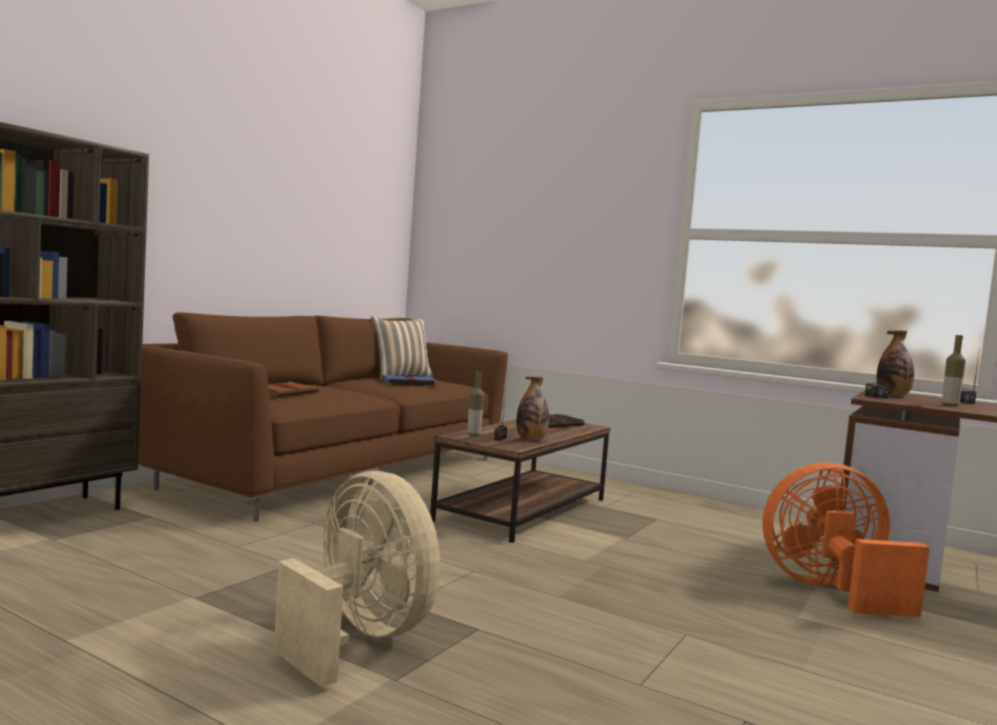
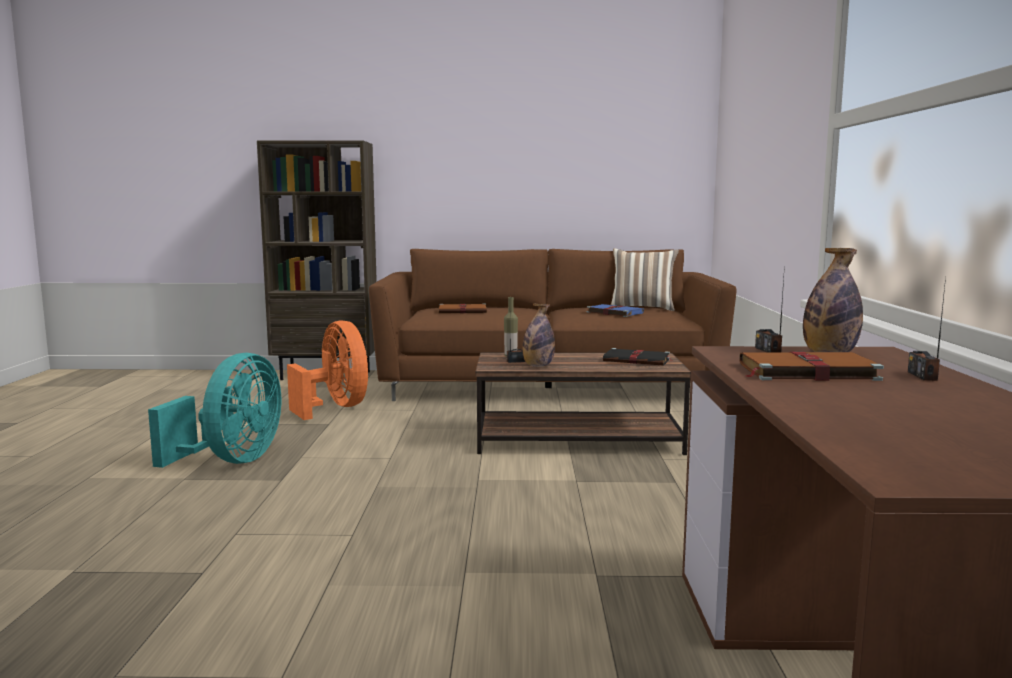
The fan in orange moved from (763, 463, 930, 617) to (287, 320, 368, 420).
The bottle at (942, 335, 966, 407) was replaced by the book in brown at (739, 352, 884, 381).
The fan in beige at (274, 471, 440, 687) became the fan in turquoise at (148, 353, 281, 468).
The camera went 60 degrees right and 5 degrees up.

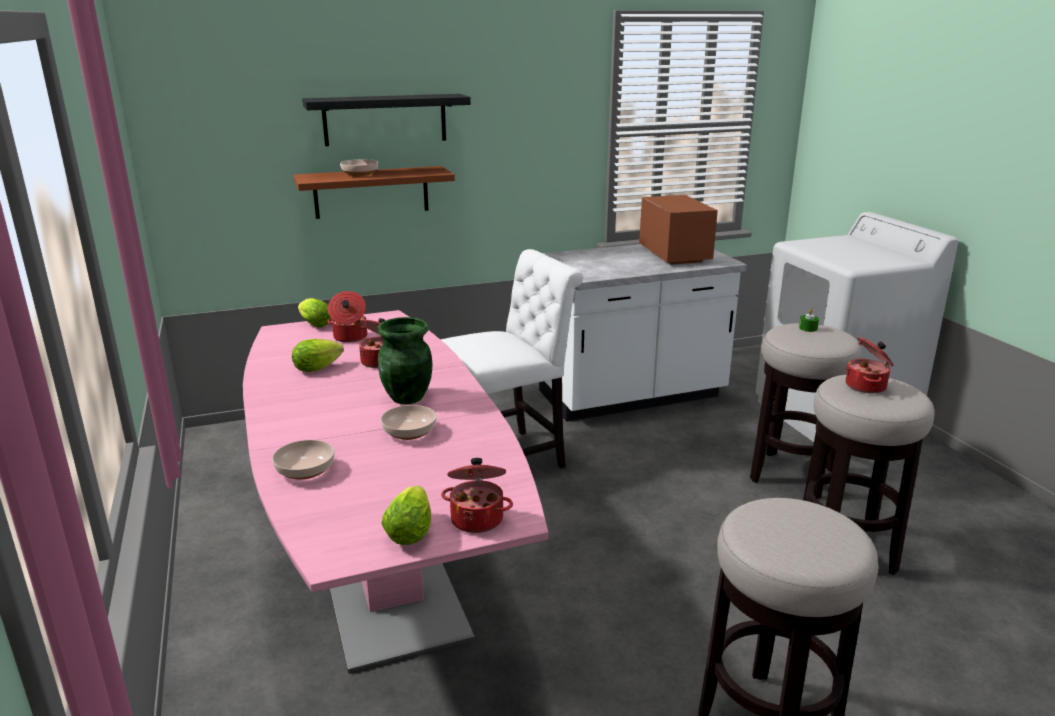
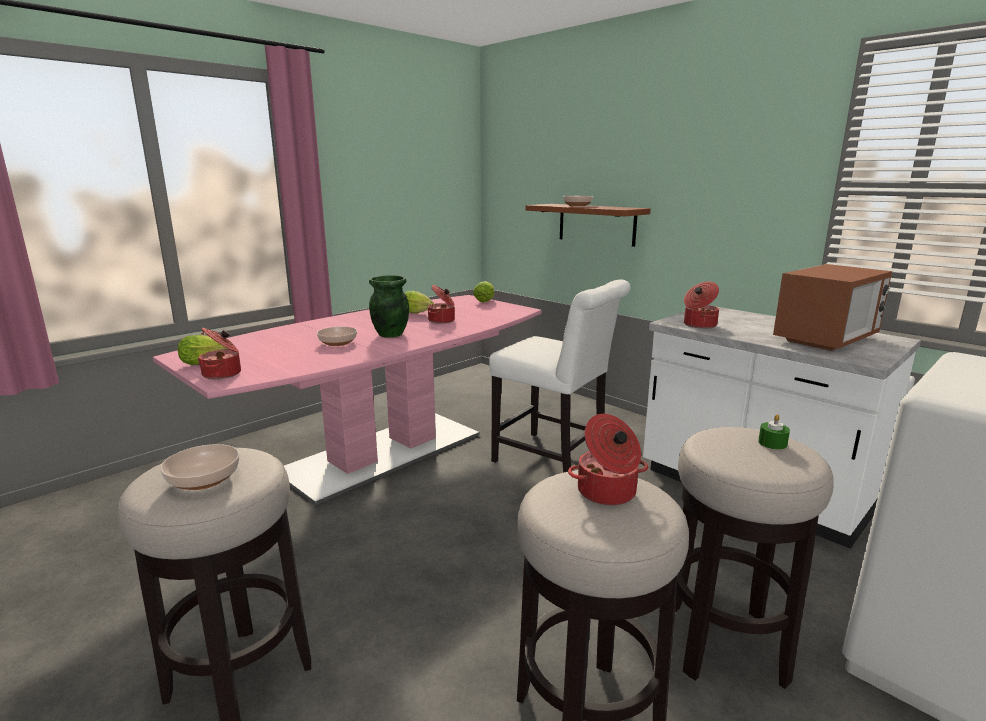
The shelf in black at (302, 94, 471, 146) disappeared.
The bowl moved from (272, 440, 334, 480) to (160, 444, 239, 490).
The cooking pot moved from (327, 291, 367, 343) to (684, 281, 719, 329).
The camera went 65 degrees right and 5 degrees down.

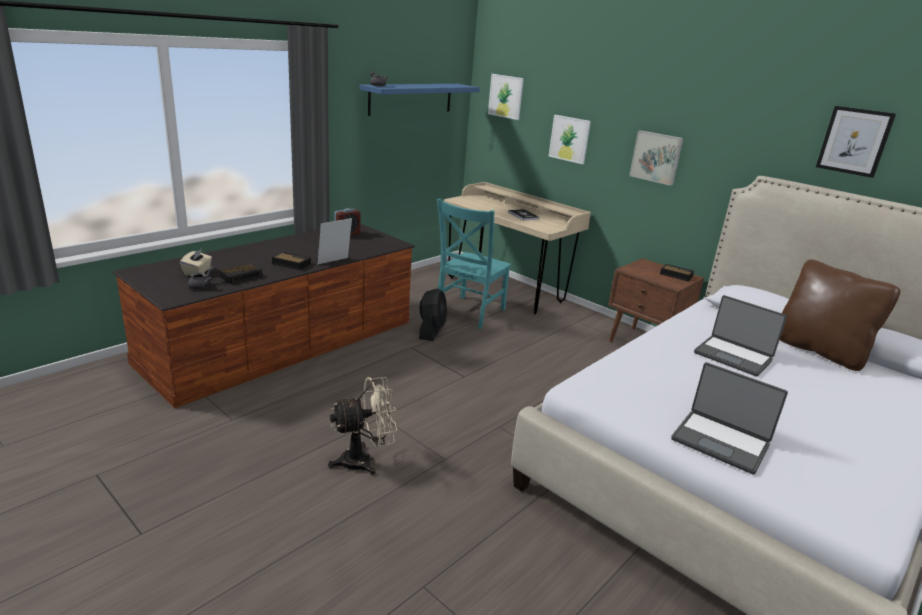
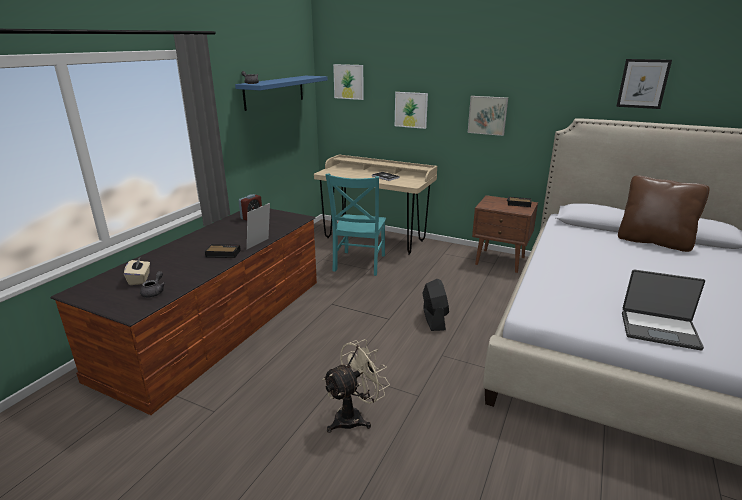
The alarm clock at (219, 264, 262, 284) disappeared.
The laptop at (694, 295, 787, 377) disappeared.
The fan in black moved from (419, 288, 447, 341) to (422, 279, 449, 331).
The camera went 15 degrees left and 0 degrees up.

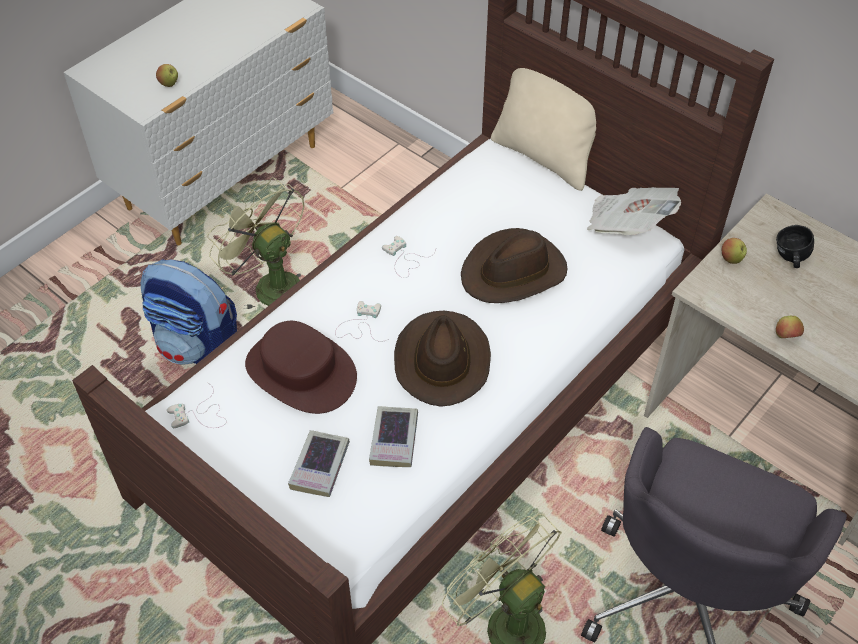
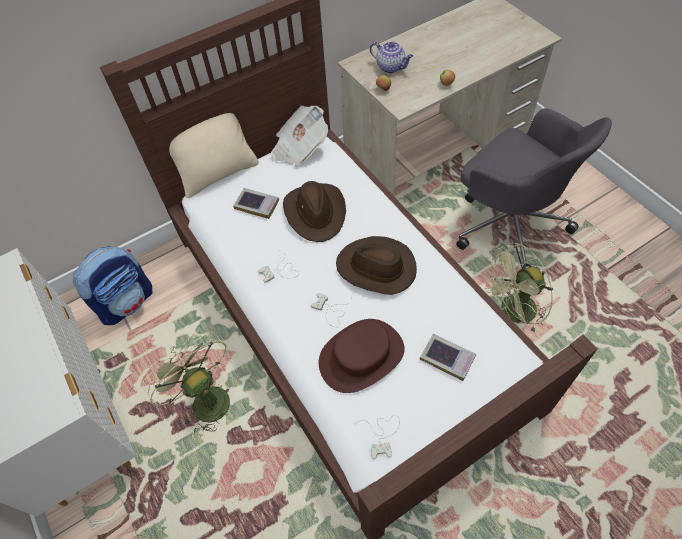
The apple at (156, 64, 178, 87) disappeared.
The backpack moved from (141, 259, 237, 365) to (73, 246, 152, 325).
The book moved from (369, 406, 418, 467) to (233, 188, 279, 219).
The mug in black at (776, 225, 814, 268) was replaced by the teapot at (370, 42, 413, 73).
The fan in green at (207, 177, 304, 313) turned 75 degrees clockwise.
The camera went 70 degrees left and 5 degrees up.

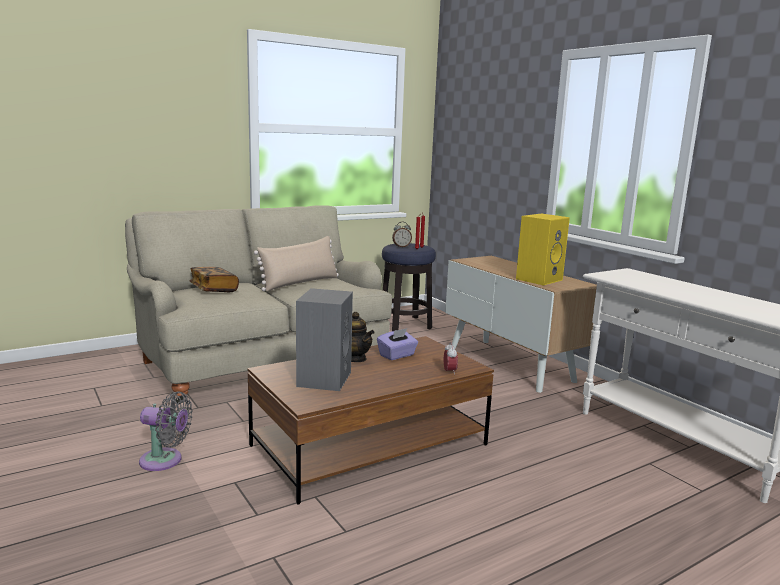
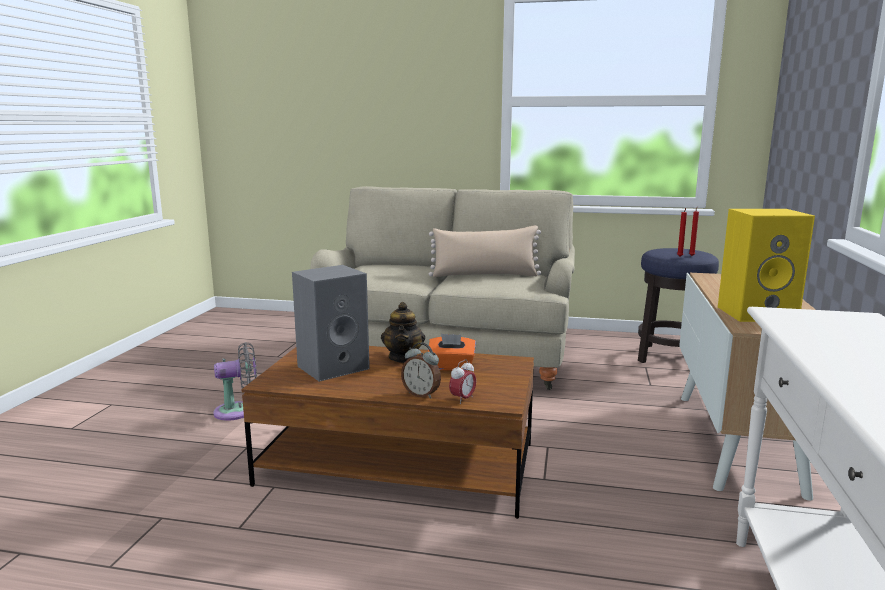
The book at (190, 267, 239, 292) disappeared.
The alarm clock moved from (392, 222, 412, 247) to (401, 343, 441, 399).
The tissue box in purple at (377, 328, 418, 360) became the tissue box in orange at (428, 334, 476, 371).
The fan in grey at (139, 392, 193, 471) turned 75 degrees counterclockwise.
The camera went 45 degrees right and 0 degrees up.

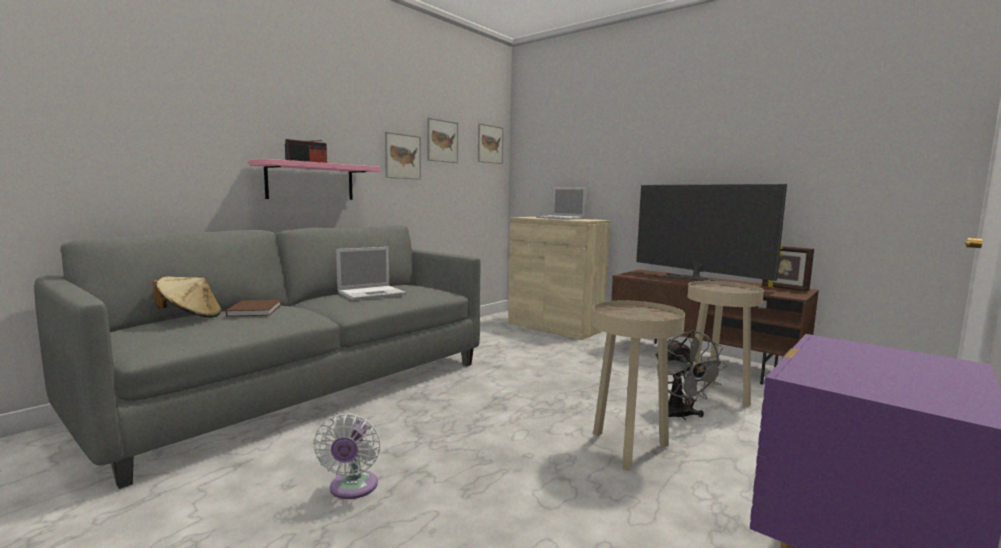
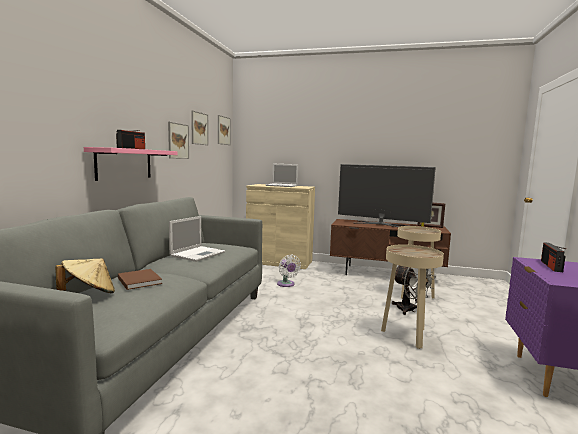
The radio at (541, 242, 566, 272) appeared.
The fan in white moved from (313, 413, 381, 499) to (277, 255, 301, 287).
The camera went 25 degrees left and 0 degrees up.

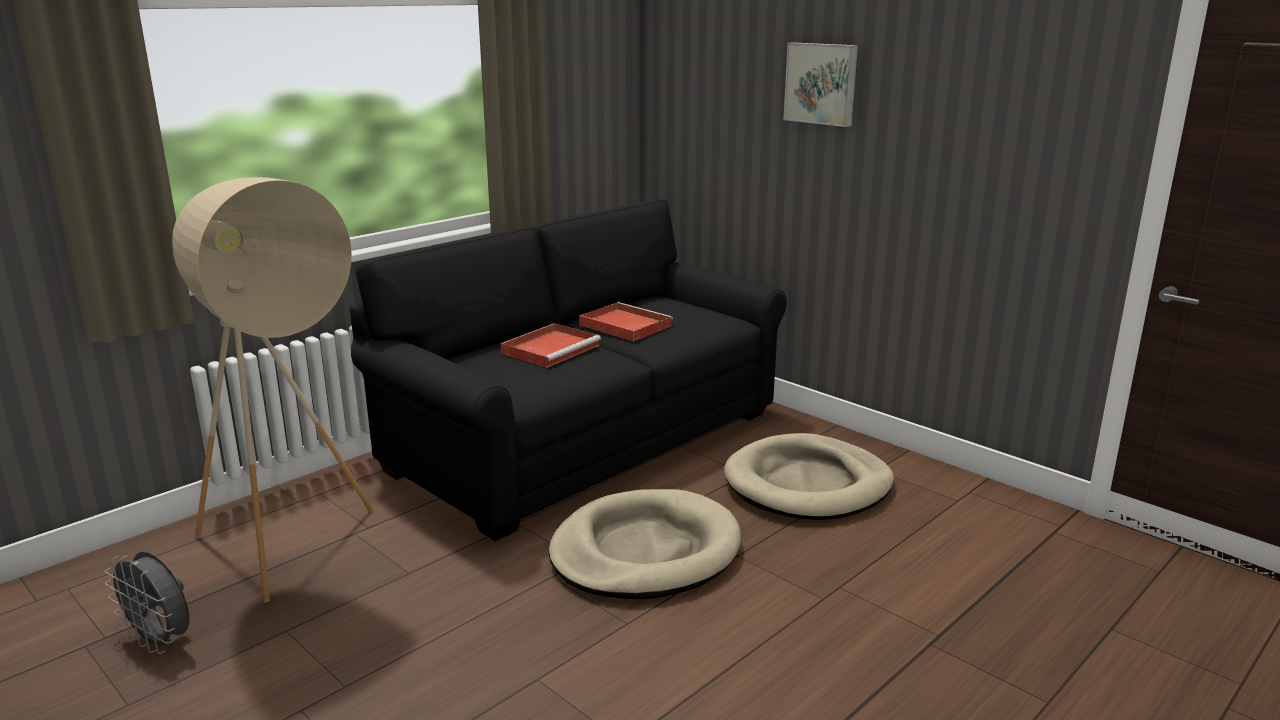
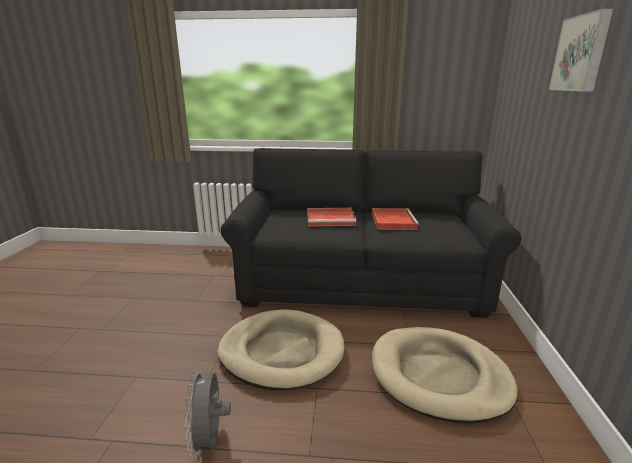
The floor lamp in beige at (172, 177, 373, 603) disappeared.
The fan in grey moved from (105, 552, 189, 654) to (185, 370, 231, 457).
The camera went 50 degrees right and 0 degrees up.

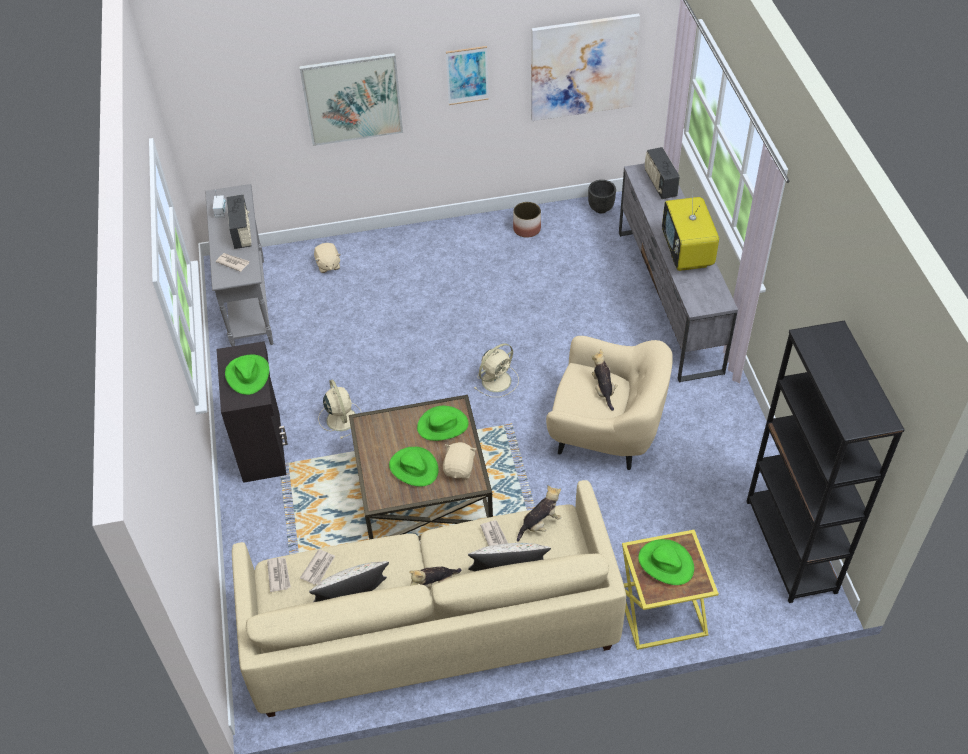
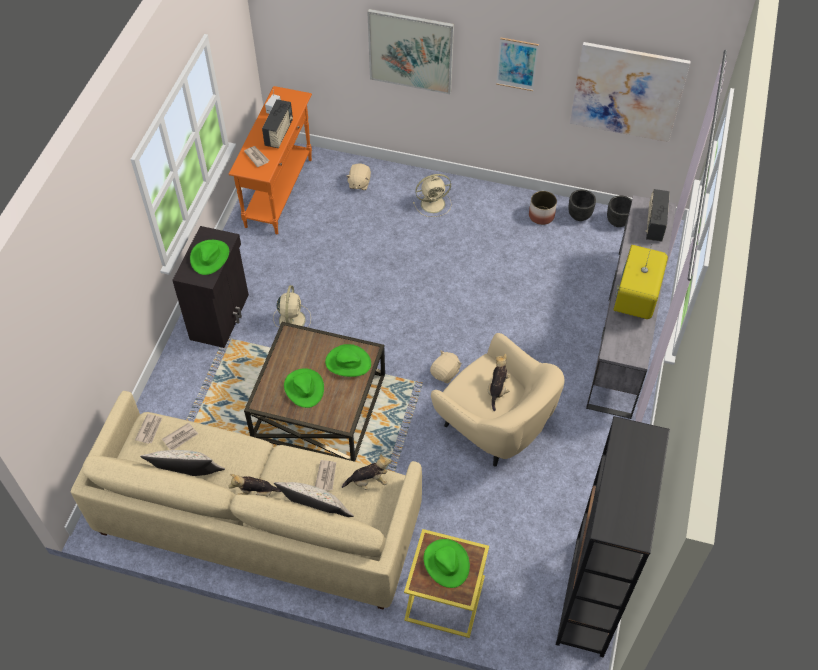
The planter in black at (568, 189, 596, 221) appeared.
The plush toy in beige moved from (443, 442, 476, 479) to (430, 350, 462, 383).
The fan in beige moved from (474, 343, 519, 397) to (413, 174, 452, 217).
The console table in grey at (205, 184, 274, 346) became the console table in orange at (228, 86, 312, 235).
The camera went 25 degrees right and 5 degrees up.

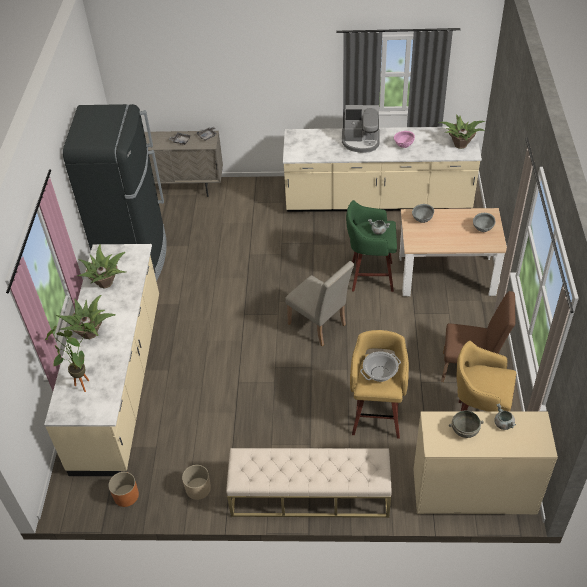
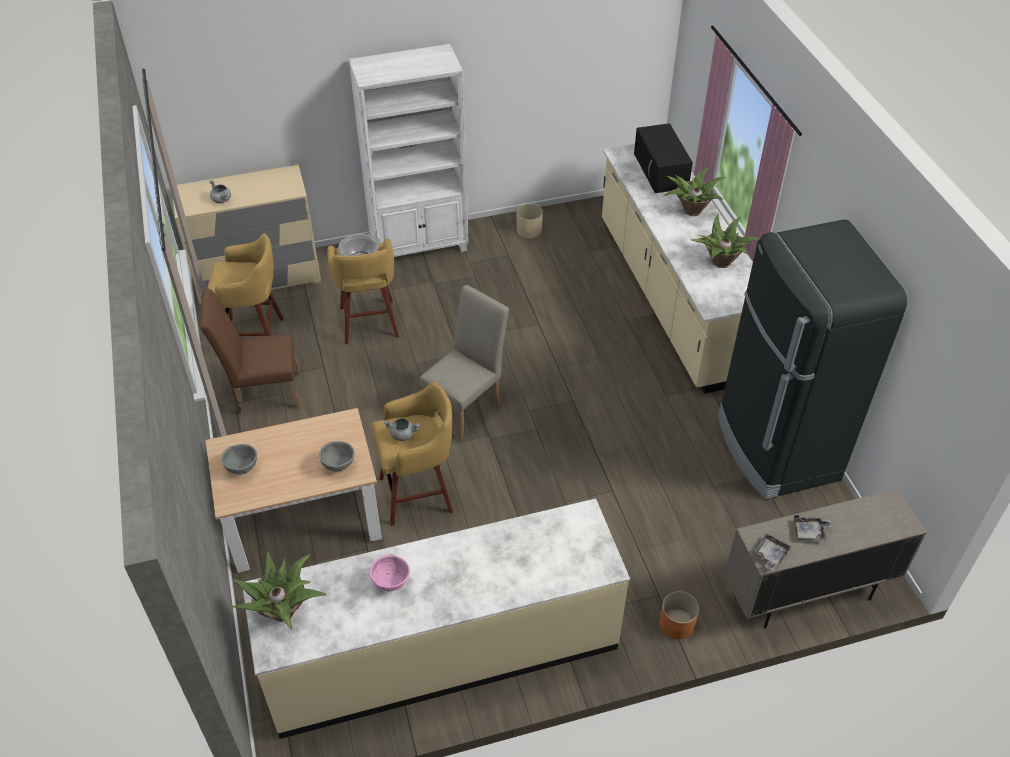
The coffee machine at (342, 105, 380, 153) disappeared.
The bowl in grey at (449, 411, 484, 438) disappeared.
The planter in orange moved from (108, 472, 139, 507) to (660, 591, 699, 639).
The potted plant at (45, 323, 95, 392) was replaced by the microwave in black at (634, 123, 693, 193).
The bench in beige at (226, 448, 392, 518) was replaced by the bookcase in white at (349, 44, 469, 257).
The stool in green at (346, 200, 397, 292) became the stool in yellow at (372, 382, 453, 526).
The chair in beige at (285, 261, 354, 346) turned 105 degrees clockwise.
The camera went 160 degrees right and 0 degrees up.

